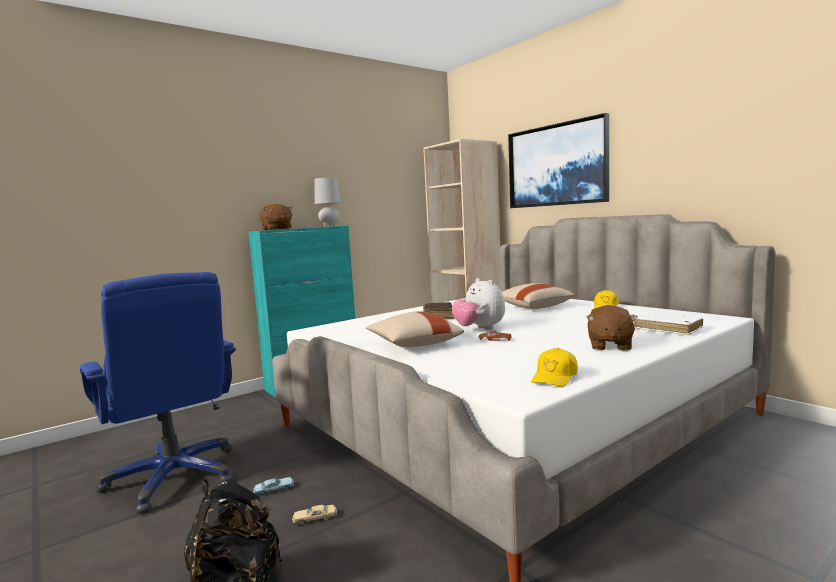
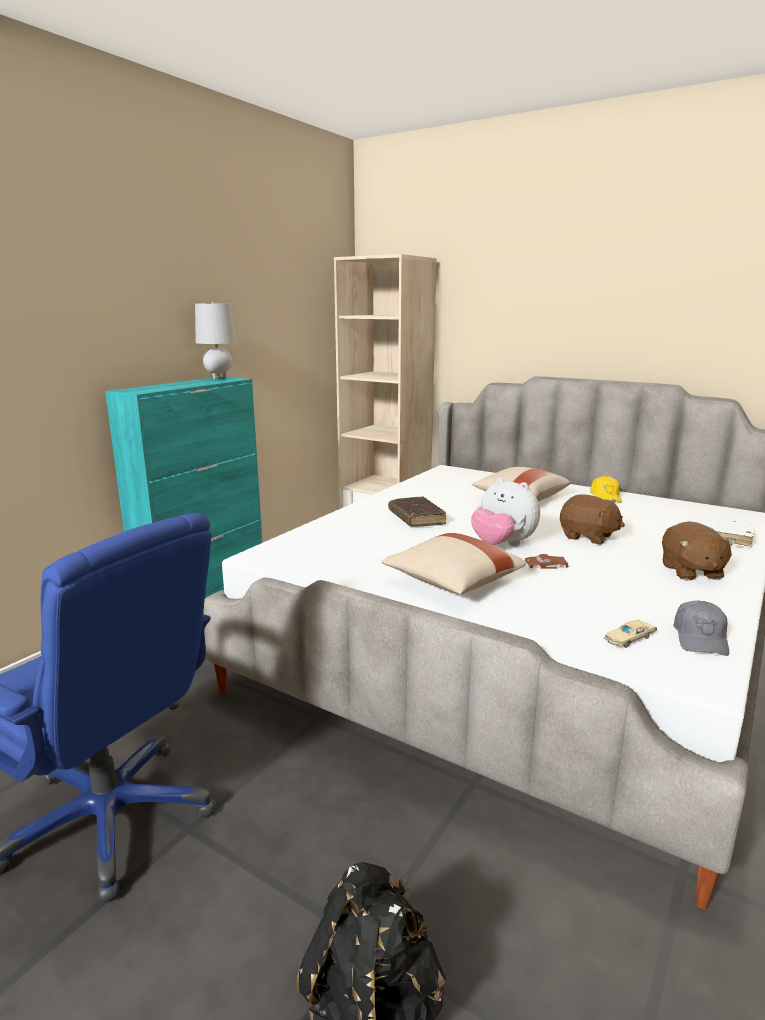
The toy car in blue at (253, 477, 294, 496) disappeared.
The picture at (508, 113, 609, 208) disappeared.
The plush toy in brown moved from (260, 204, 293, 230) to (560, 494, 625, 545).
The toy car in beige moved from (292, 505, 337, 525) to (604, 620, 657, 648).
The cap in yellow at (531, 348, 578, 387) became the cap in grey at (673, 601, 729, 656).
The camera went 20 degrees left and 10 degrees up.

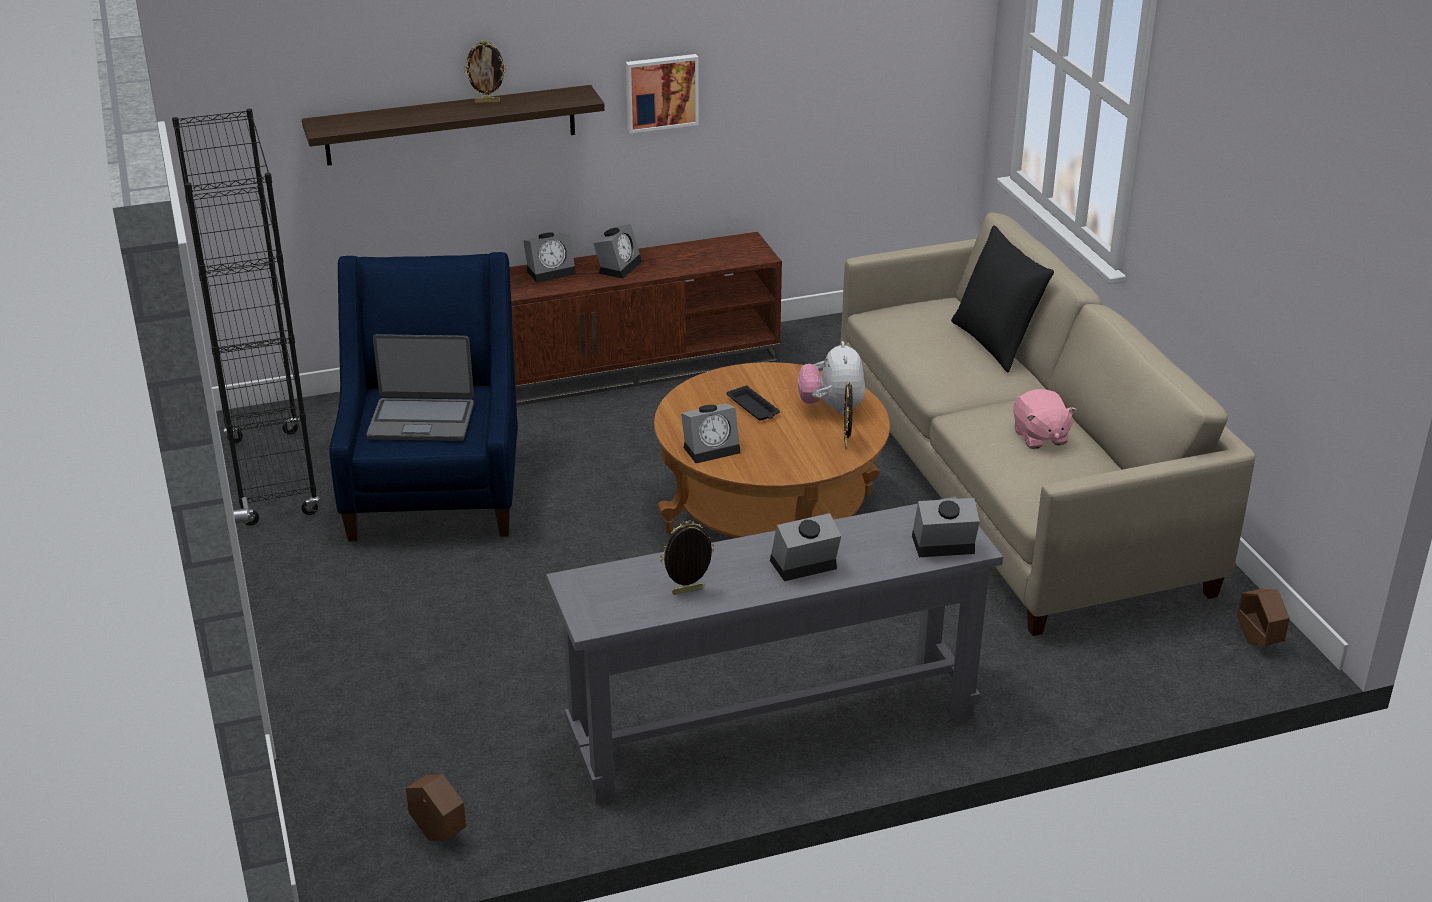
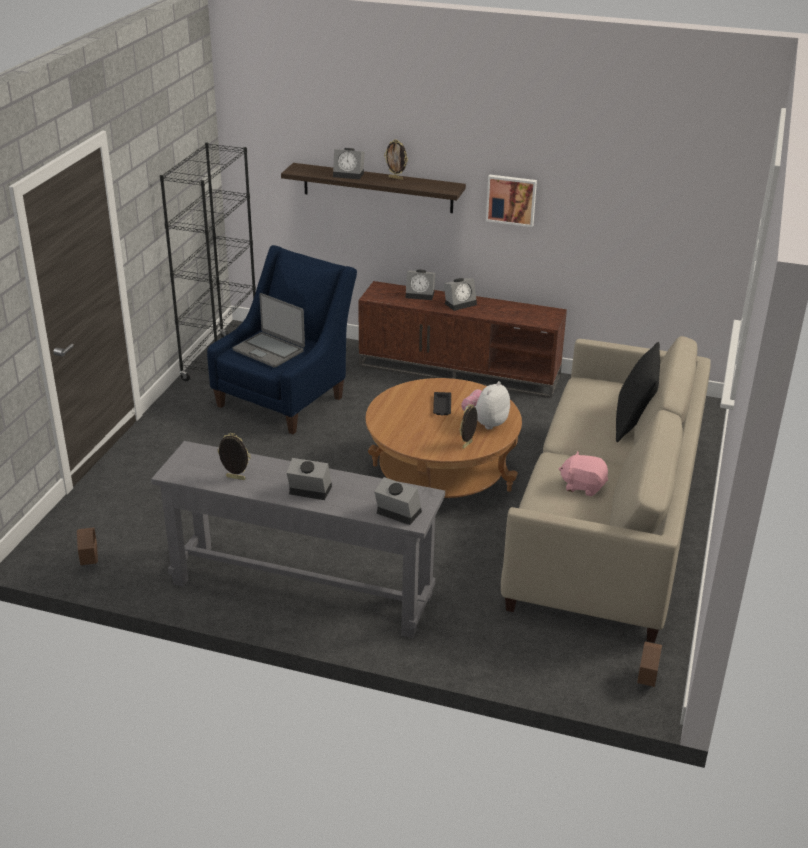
The alarm clock moved from (681, 403, 741, 463) to (333, 148, 365, 180).
The plush toy in pink at (1013, 389, 1077, 449) turned 90 degrees clockwise.
The camera went 35 degrees right and 0 degrees up.

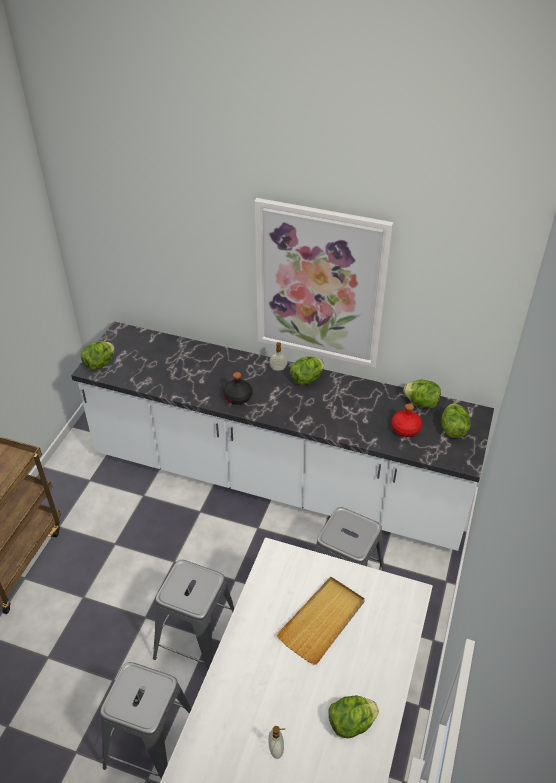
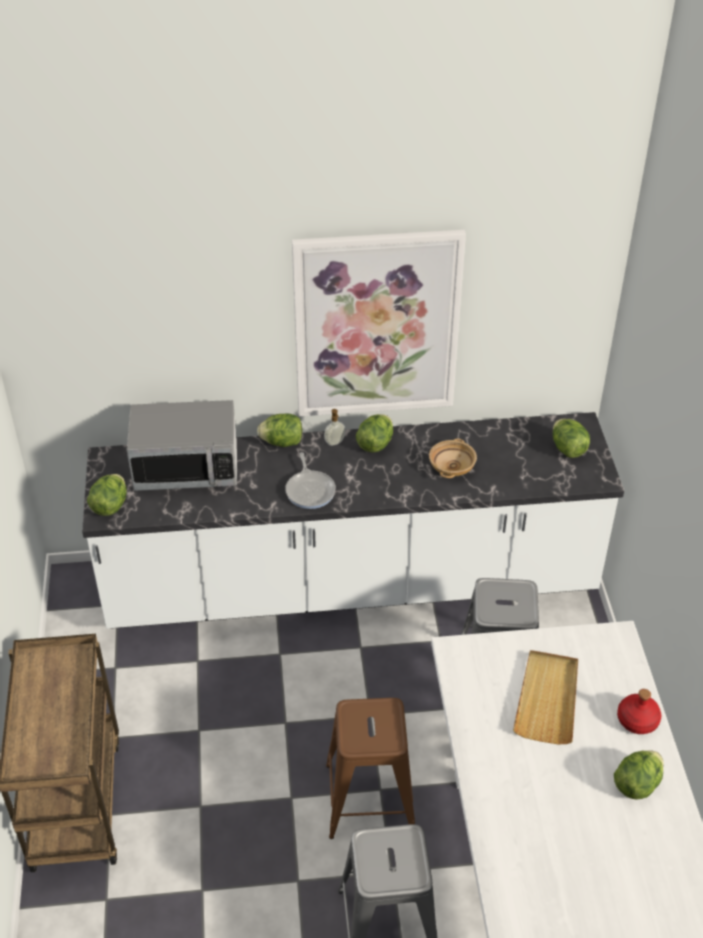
The soap dispenser at (268, 726, 286, 759) disappeared.
The microwave at (127, 400, 237, 491) appeared.
The bowl in beige at (429, 439, 477, 478) appeared.
The bottle in red moved from (391, 403, 422, 437) to (617, 689, 661, 734).
The lettuce moved from (403, 380, 441, 409) to (257, 413, 302, 447).
The bottle in black at (223, 372, 253, 405) was replaced by the frying pan at (285, 452, 336, 509).
The stool in grey at (153, 560, 234, 671) became the stool in brown at (326, 698, 415, 839).
The camera went 25 degrees left and 0 degrees up.

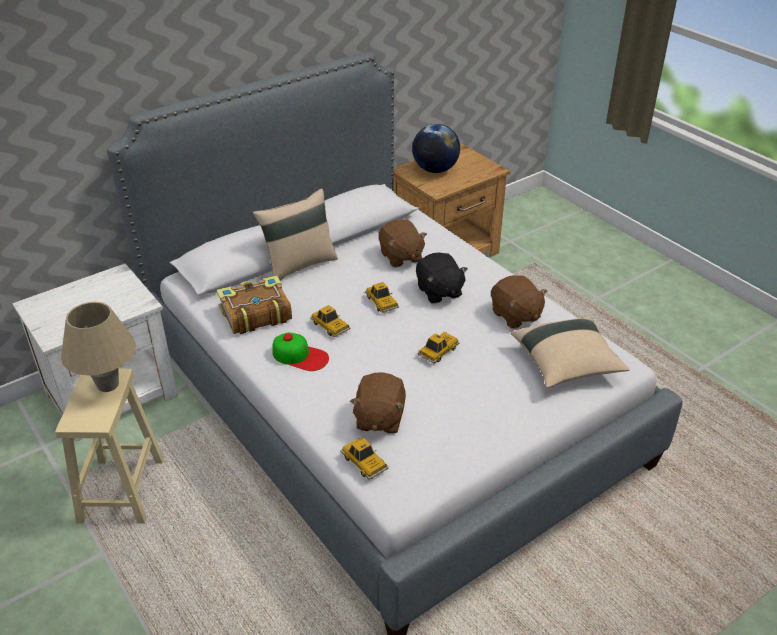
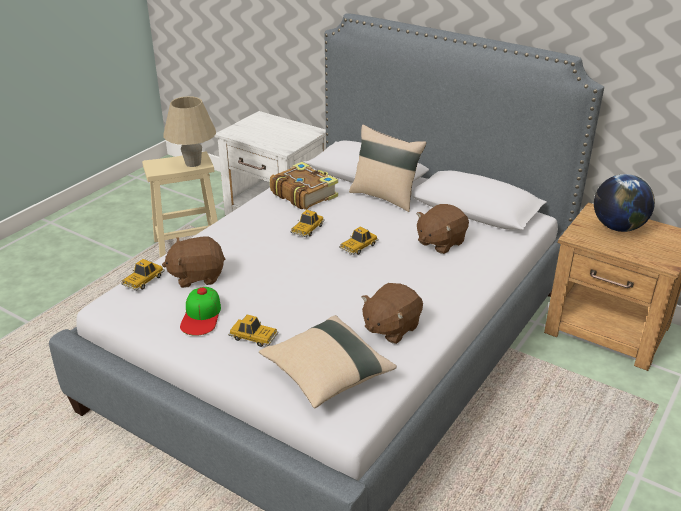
The plush toy in black at (416, 253, 468, 304) disappeared.
The cap moved from (272, 333, 329, 371) to (180, 287, 221, 336).
The toy car moved from (417, 332, 460, 363) to (228, 315, 279, 347).
The camera went 70 degrees right and 5 degrees down.

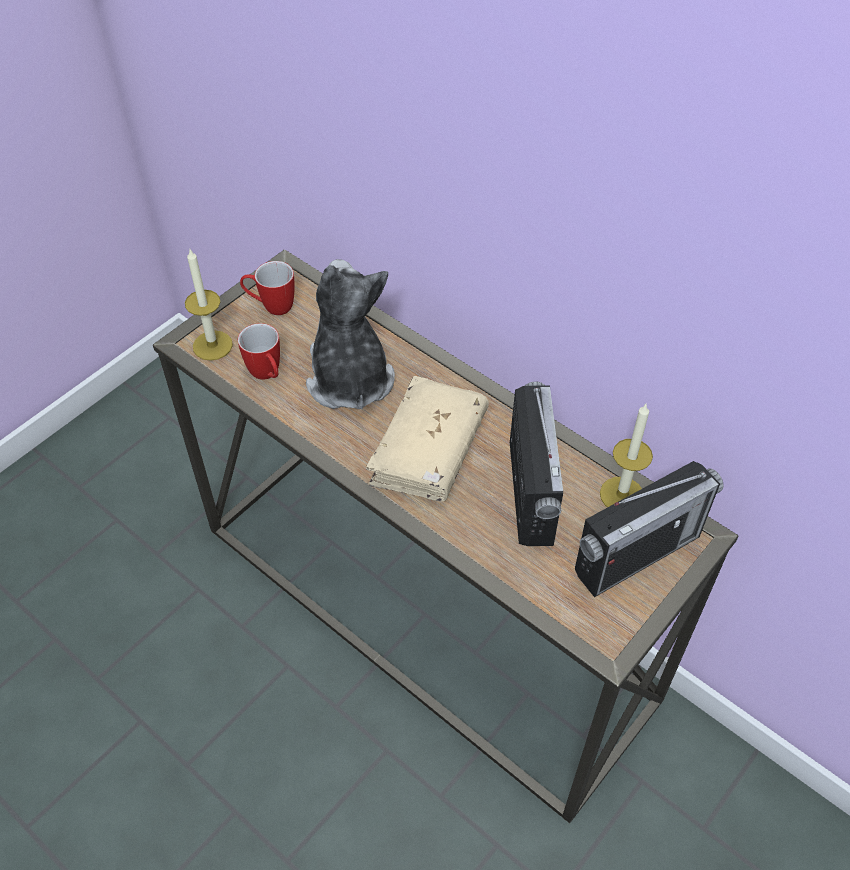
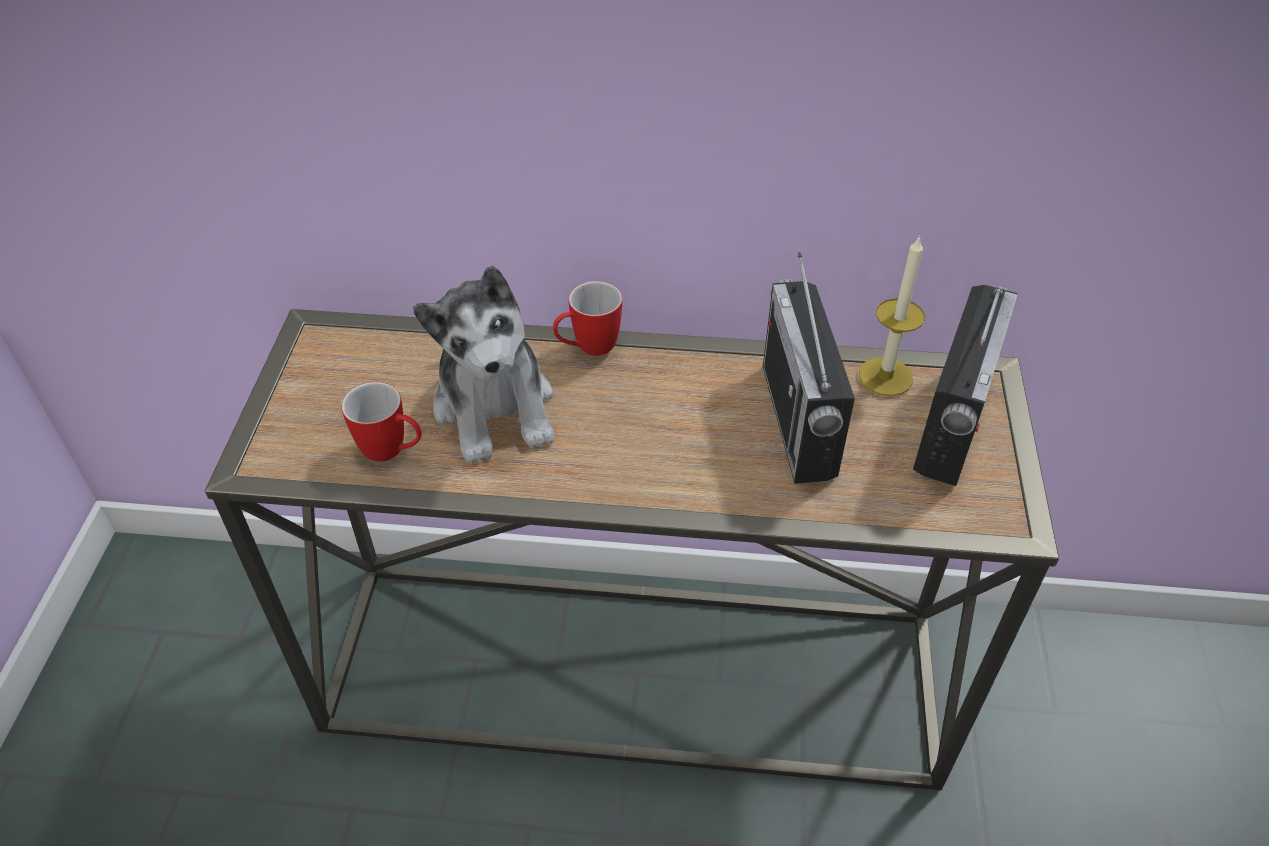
The candle at (185, 250, 233, 361) disappeared.
The book in beige at (366, 376, 489, 502) disappeared.
The mug moved from (240, 261, 295, 315) to (553, 281, 622, 356).
The plush toy at (306, 259, 395, 409) turned 150 degrees counterclockwise.
The radio at (510, 382, 563, 546) turned 150 degrees counterclockwise.
The camera went 35 degrees left and 5 degrees down.

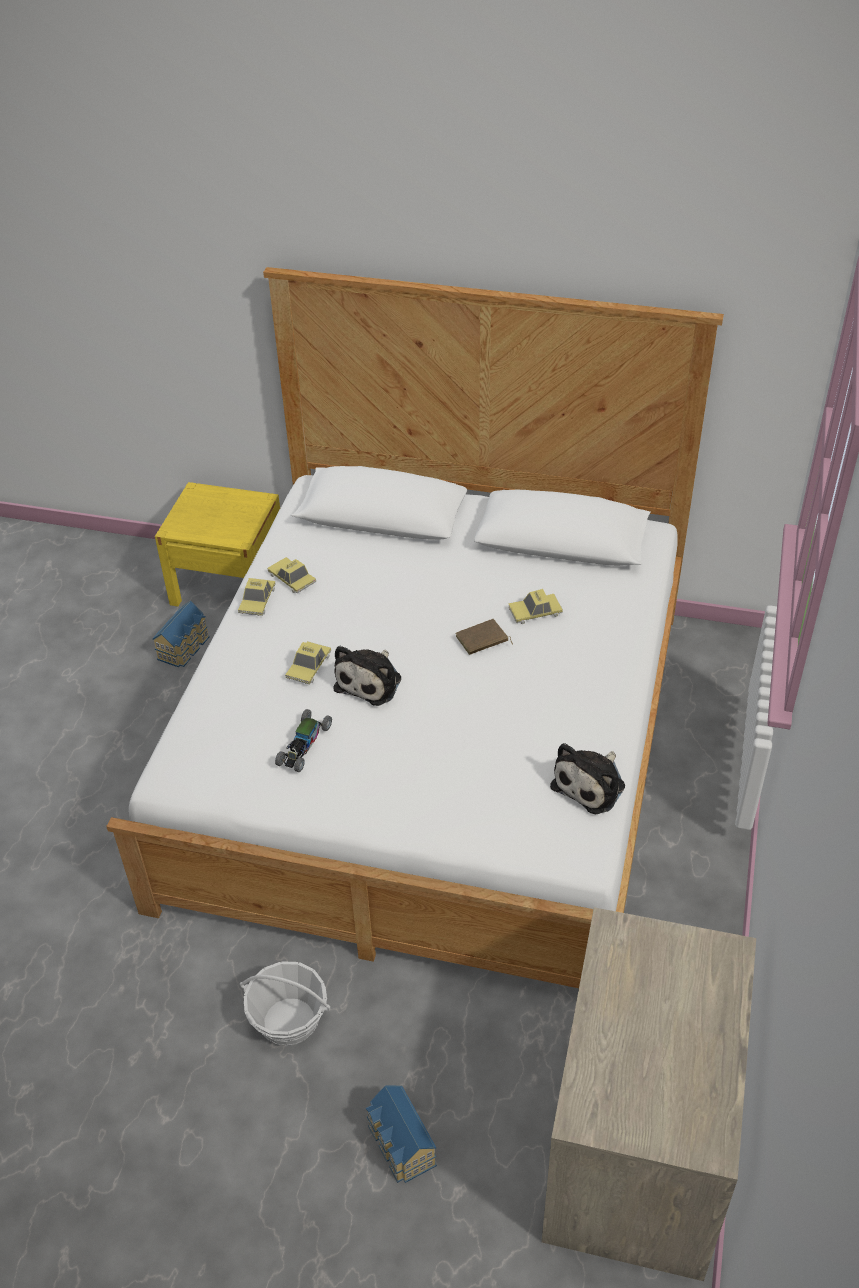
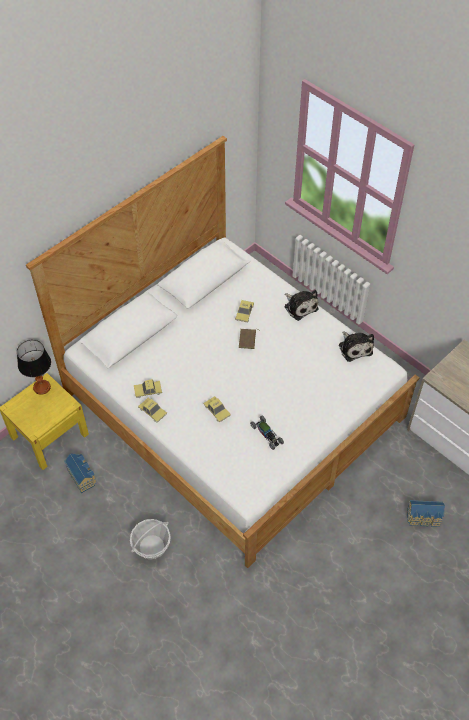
The table lamp at (17, 340, 51, 395) appeared.
The basket moved from (240, 961, 330, 1046) to (130, 519, 171, 559).
The plush toy moved from (333, 646, 401, 706) to (285, 290, 319, 321).
The camera went 60 degrees left and 10 degrees up.

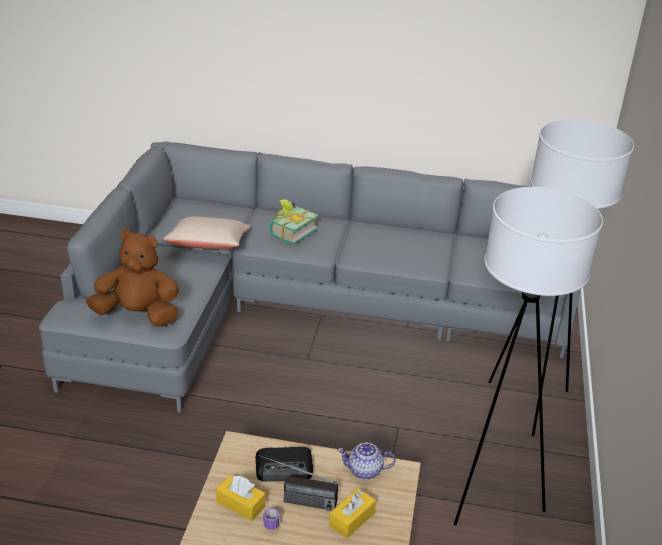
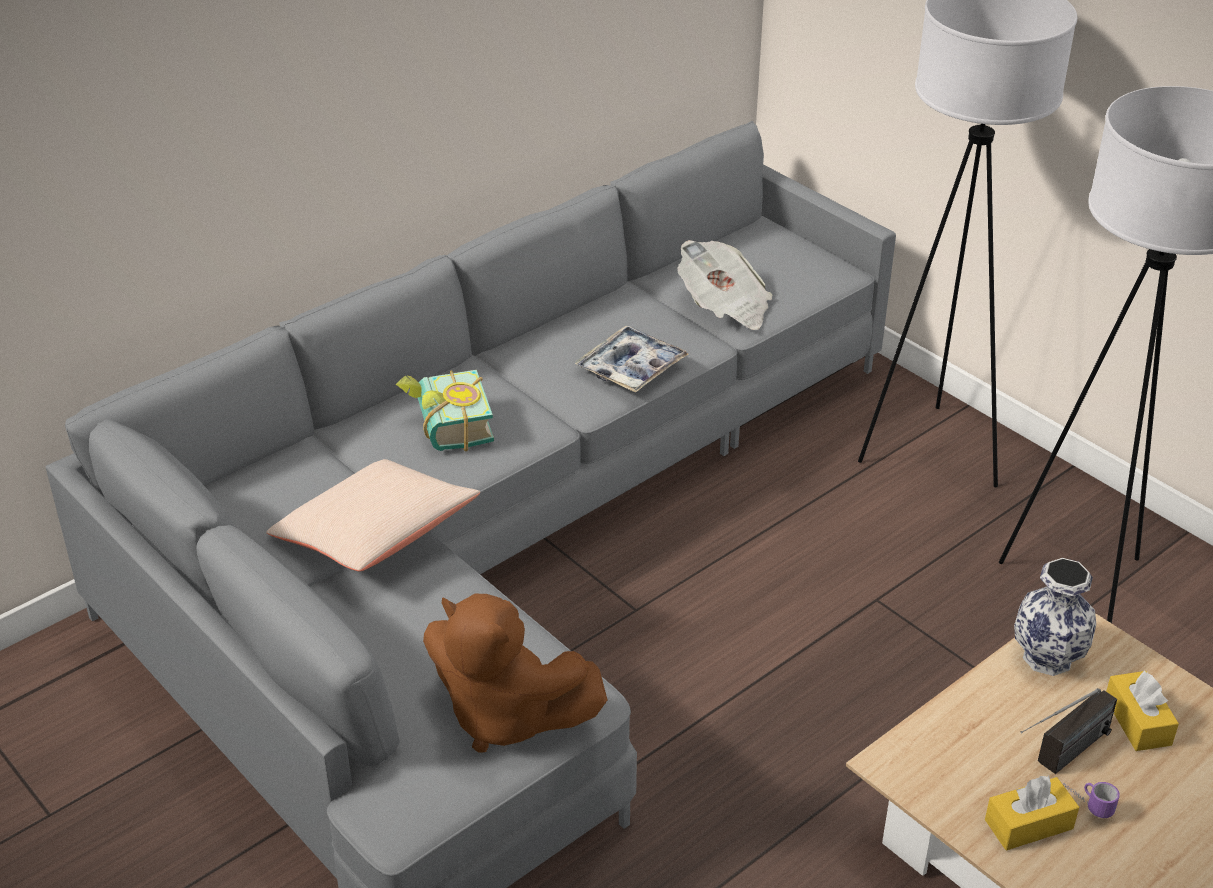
The radio at (255, 447, 313, 481) disappeared.
The tray at (575, 325, 689, 393) appeared.
The newspaper at (677, 240, 773, 330) appeared.
The teapot at (337, 443, 396, 479) was replaced by the vase at (1014, 558, 1096, 676).
The plush toy in brown at (86, 229, 179, 327) turned 105 degrees counterclockwise.
The camera went 50 degrees left and 5 degrees up.

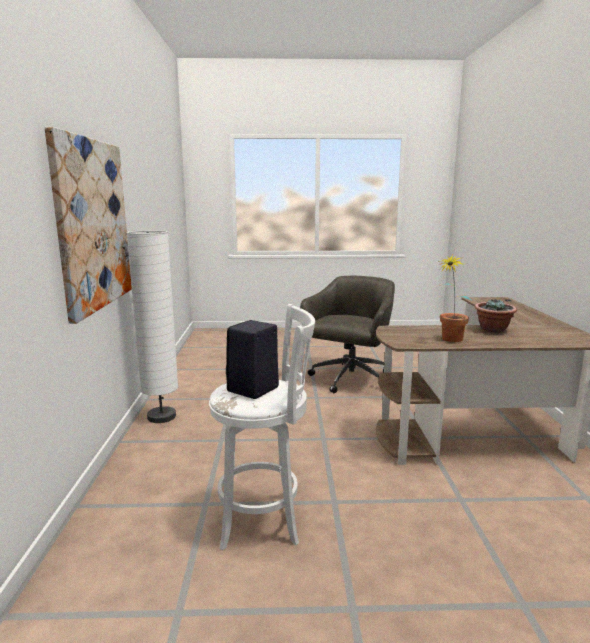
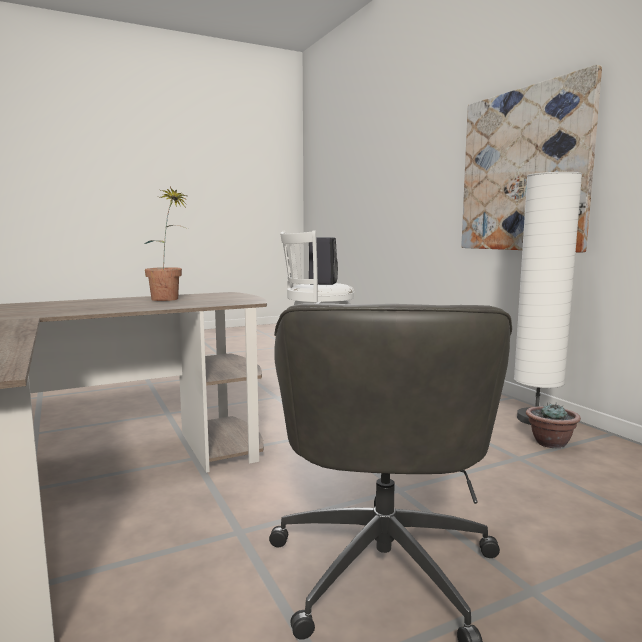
The potted plant moved from (475, 299, 517, 333) to (526, 403, 581, 448).
The camera went 155 degrees right and 5 degrees down.

